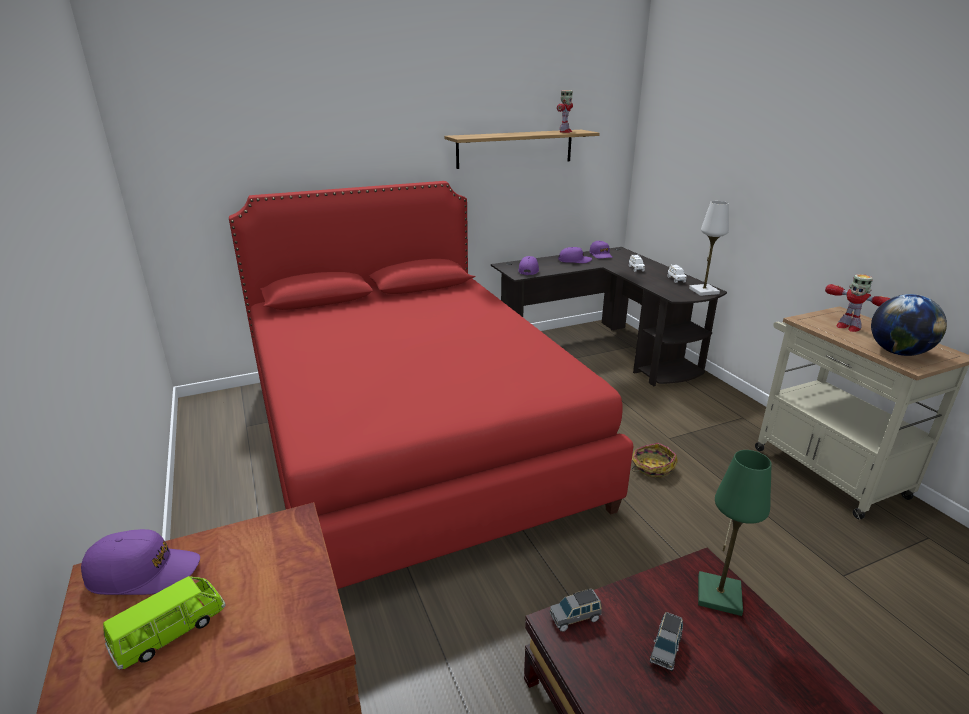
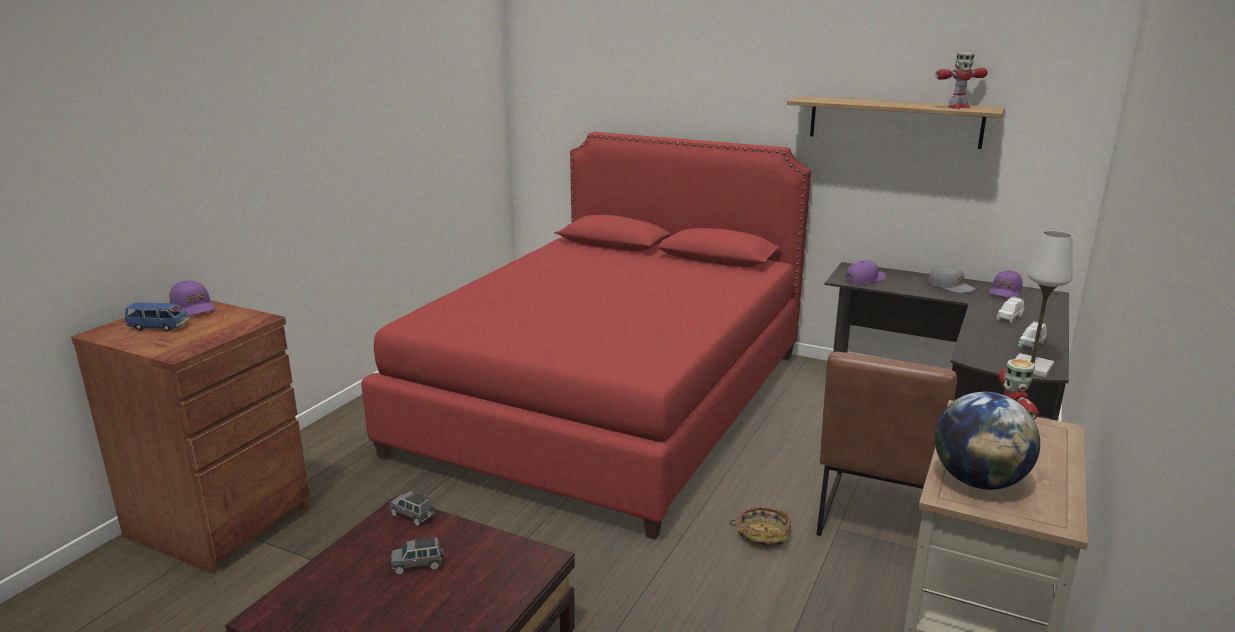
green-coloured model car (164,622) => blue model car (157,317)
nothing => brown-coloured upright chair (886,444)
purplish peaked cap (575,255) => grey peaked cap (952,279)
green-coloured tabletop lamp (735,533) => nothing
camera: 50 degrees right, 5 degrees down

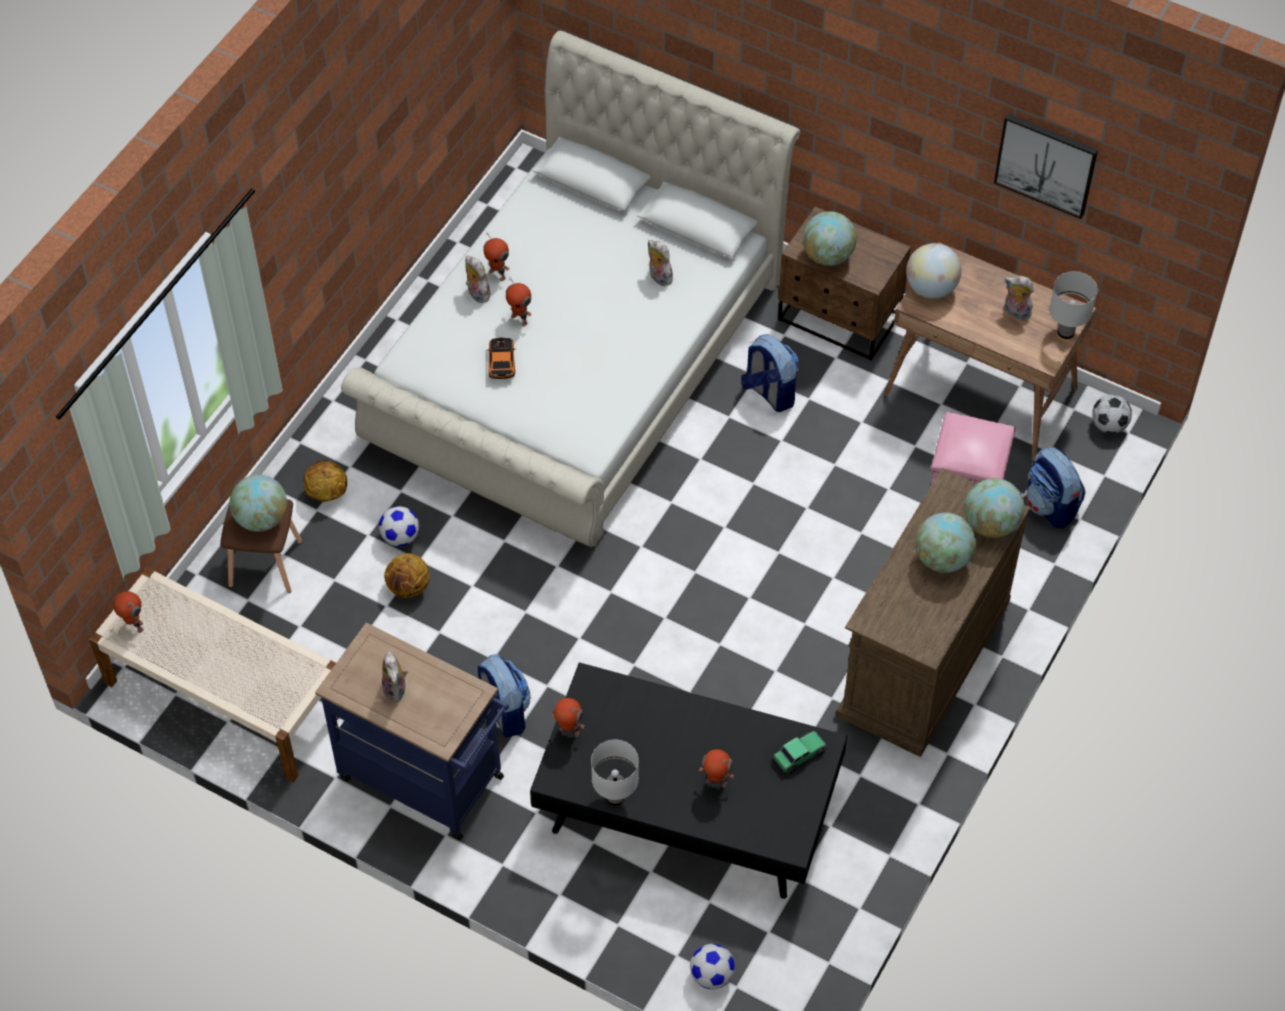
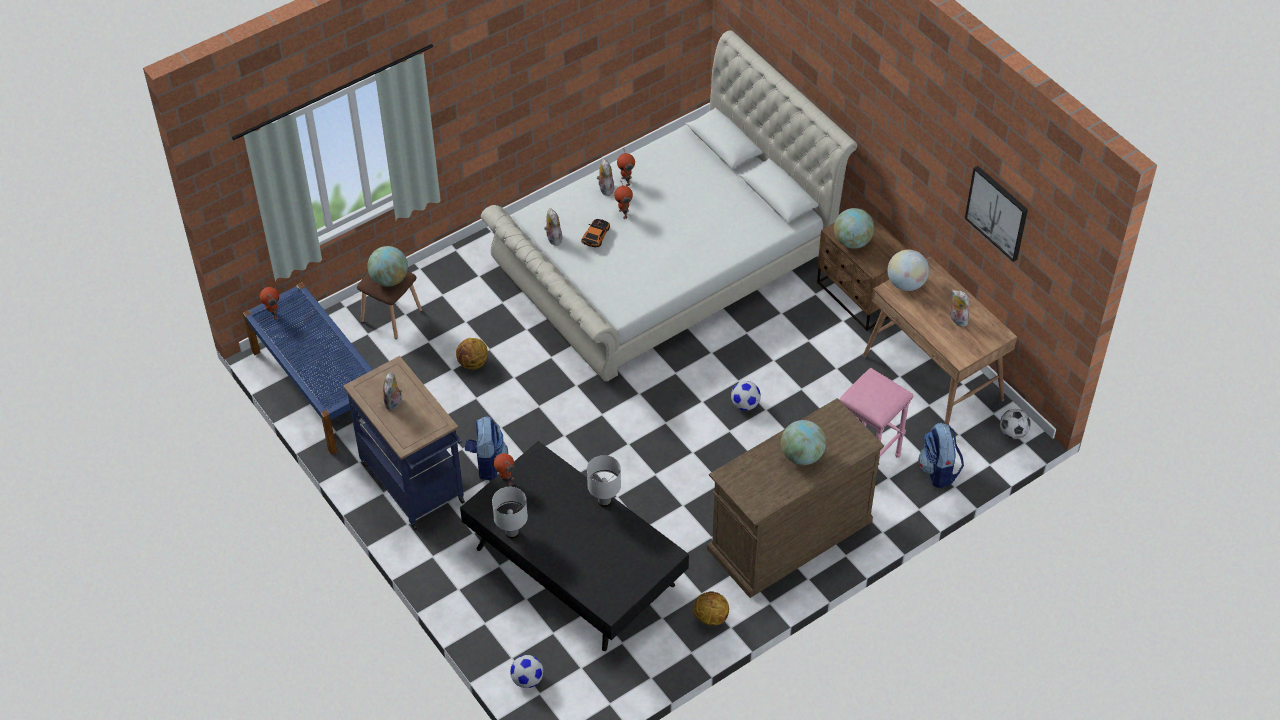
beige-coloured indoor bench (212,675) => blue indoor bench (308,369)
cuddly toy (660,263) => cuddly toy (553,227), move
white tabletop lamp (1074,305) => white tabletop lamp (604,481), move
ball for basketball (325,481) => ball for basketball (711,608), move
football (399,526) => football (746,396), move
toy robot (716,768) => nothing
rucksack (770,373) => nothing
model car (799,752) => nothing
world globe (995,508) => nothing
camera: 25 degrees right, 5 degrees down

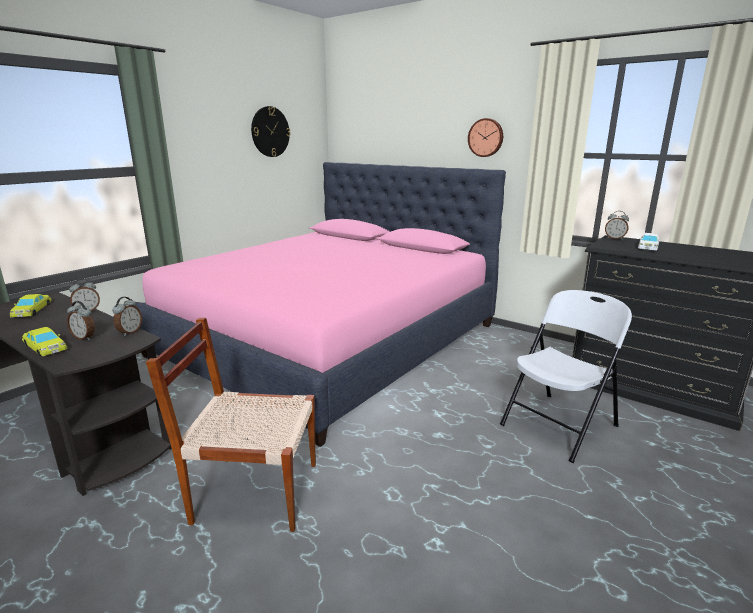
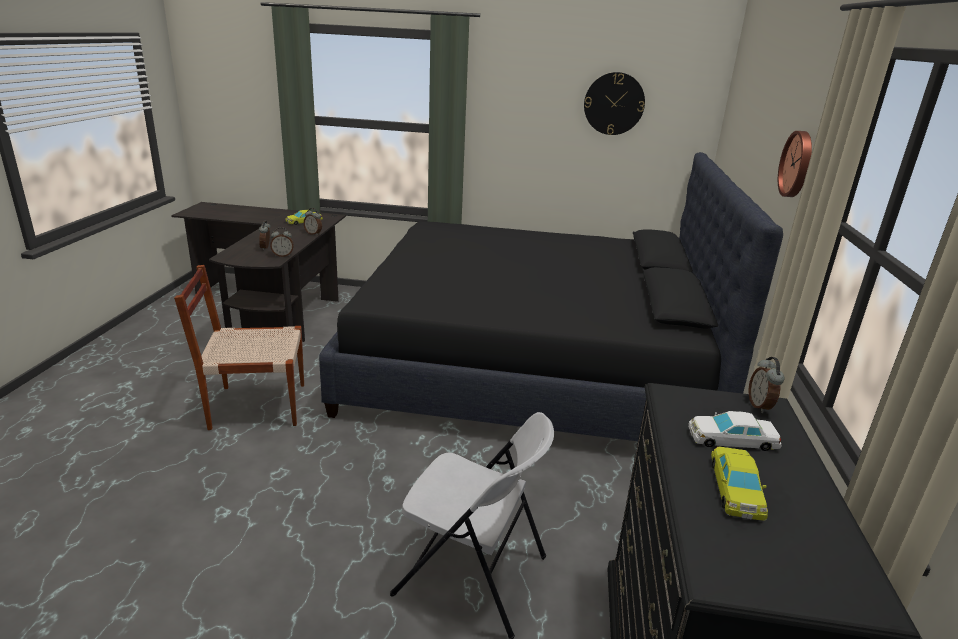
upright chair (231,424) => upright chair (239,347), 75 degrees counterclockwise
pink bedroom bed (321,304) => blackish bedroom bed (551,296)
yellow-coloured model car (44,341) => yellow-coloured model car (739,483), move
camera: 60 degrees right, 5 degrees up

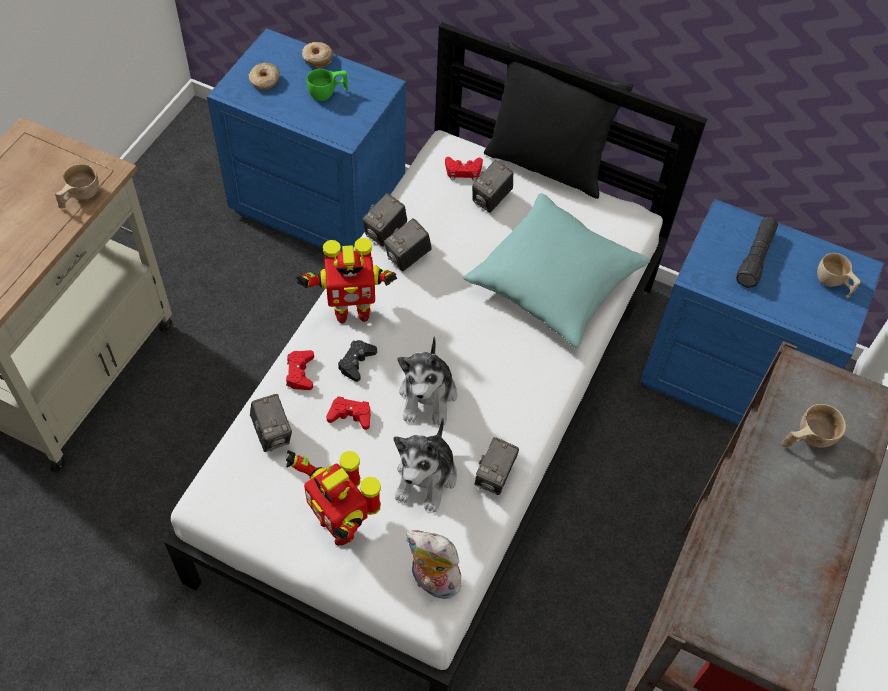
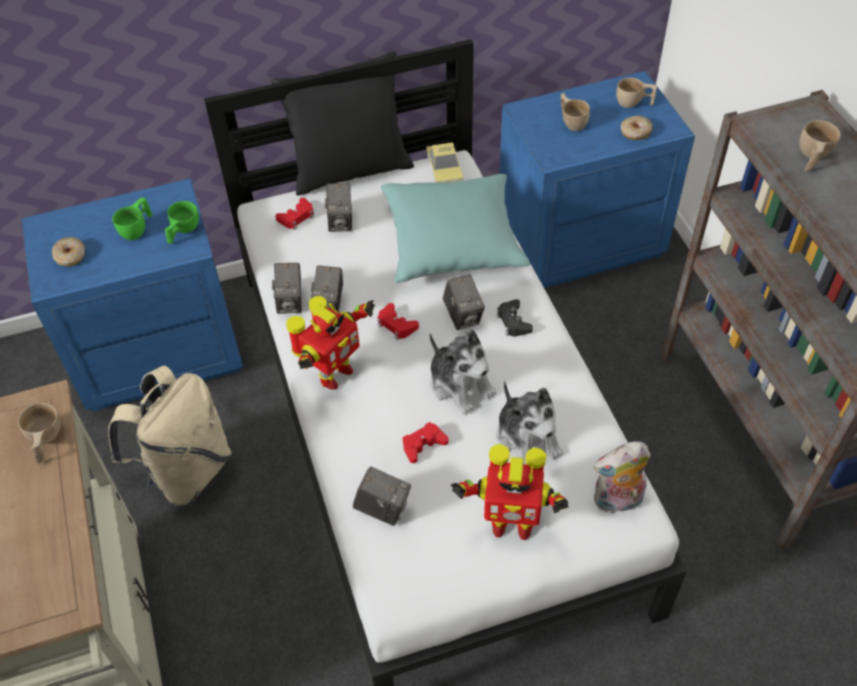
nothing => beige-coloured rucksack (169,436)
nothing => green-coloured cup (182,222)
red joypad (300,370) => red joypad (398,321), move
nothing => model car (445,162)
photo camera (497,466) => photo camera (464,302), move
blackish joypad (357,361) => blackish joypad (514,317), move
blackish hand torch (757,252) => beige-coloured cup (575,112)
doughnut (317,55) => doughnut (637,127), move
camera: 40 degrees left, 5 degrees down

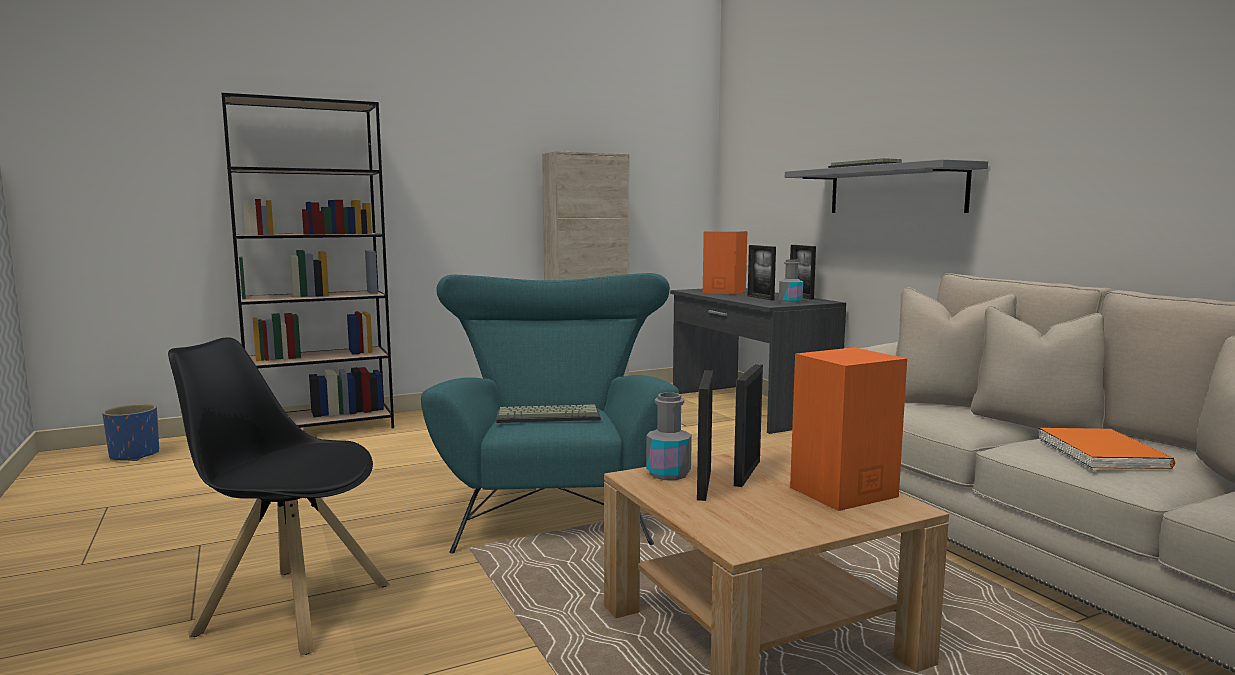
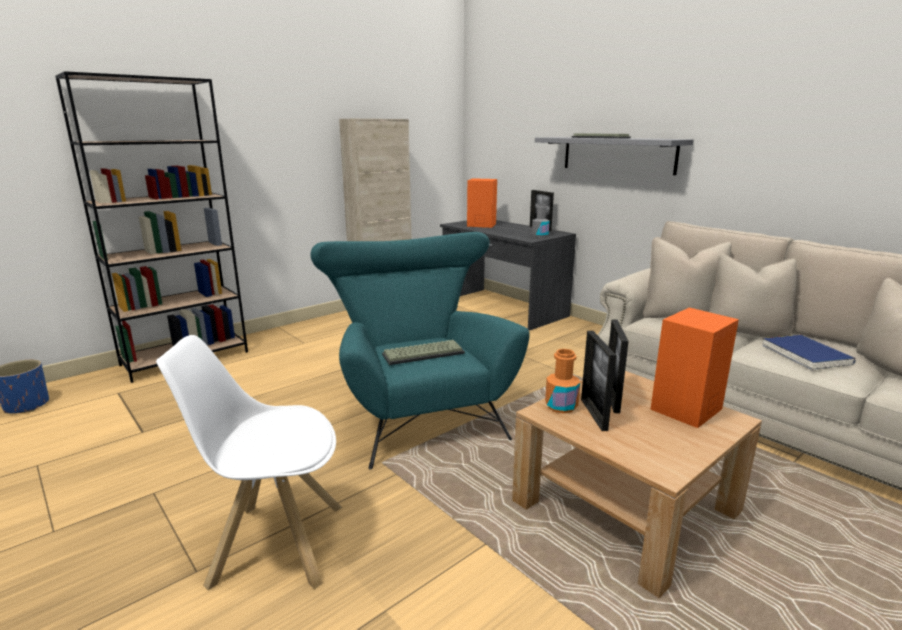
blackish upright chair (279,496) => white upright chair (249,462)
grey beverage bottle (669,436) => orangey beverage bottle (562,381)
orangey book (1107,449) => blue book (809,353)
standing frame (762,272) => nothing
camera: 15 degrees left, 10 degrees up

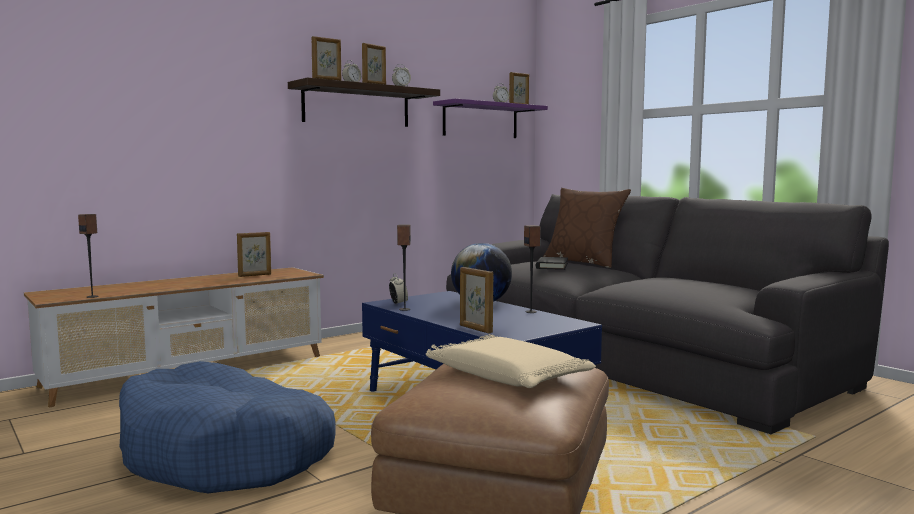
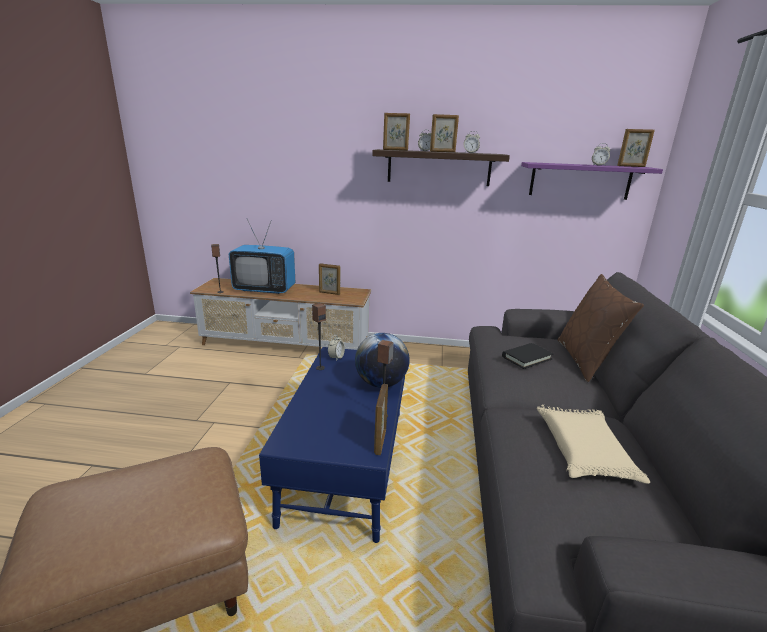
nothing => TV set (262,256)
standing frame (476,300) => standing frame (381,419), move
beige-coloured pillow (511,361) => beige-coloured pillow (593,444), move
blue dog bed (227,427) => nothing
camera: 45 degrees right, 15 degrees up

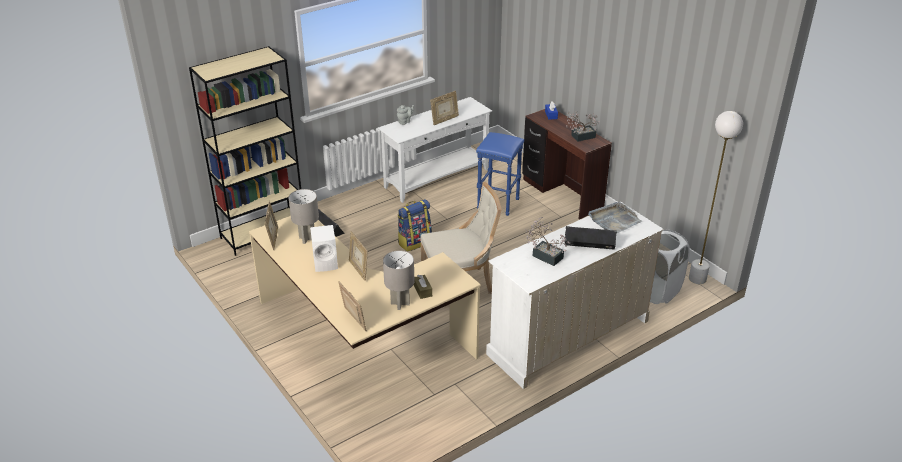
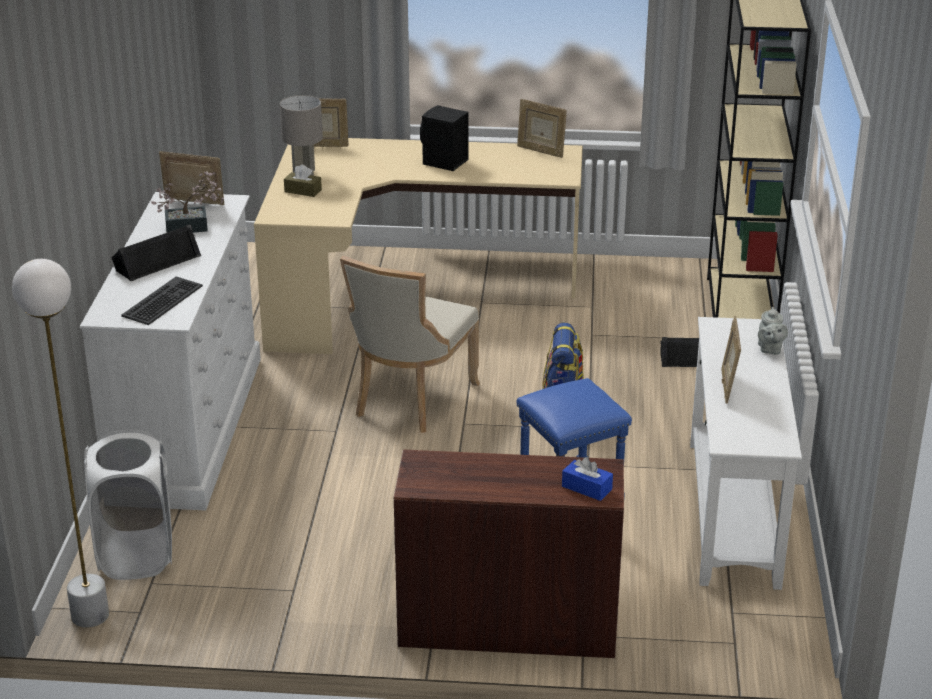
grey serving tray (615,217) => computer keyboard (162,301)
standing frame (358,256) => standing frame (191,178), move
white audio speaker (324,248) => blackish audio speaker (444,138)
grey tabletop lamp (304,216) => nothing
plant in a pot (583,126) => nothing
camera: 130 degrees right, 5 degrees down

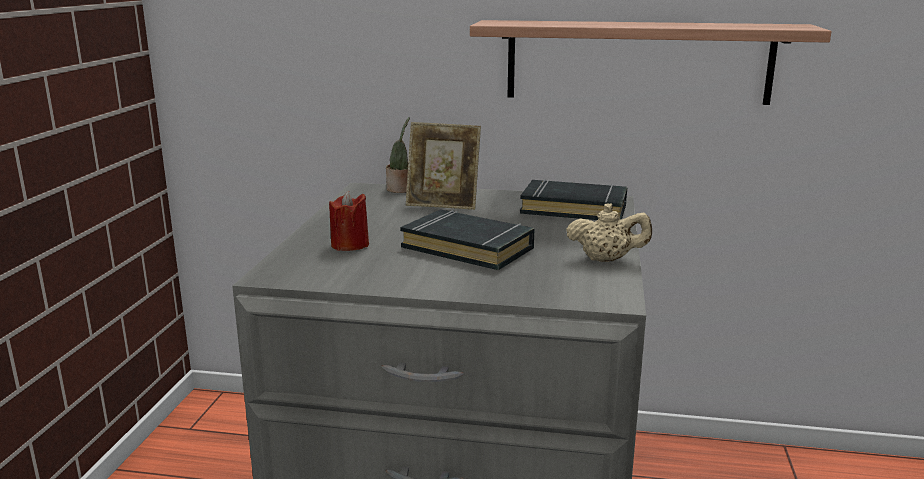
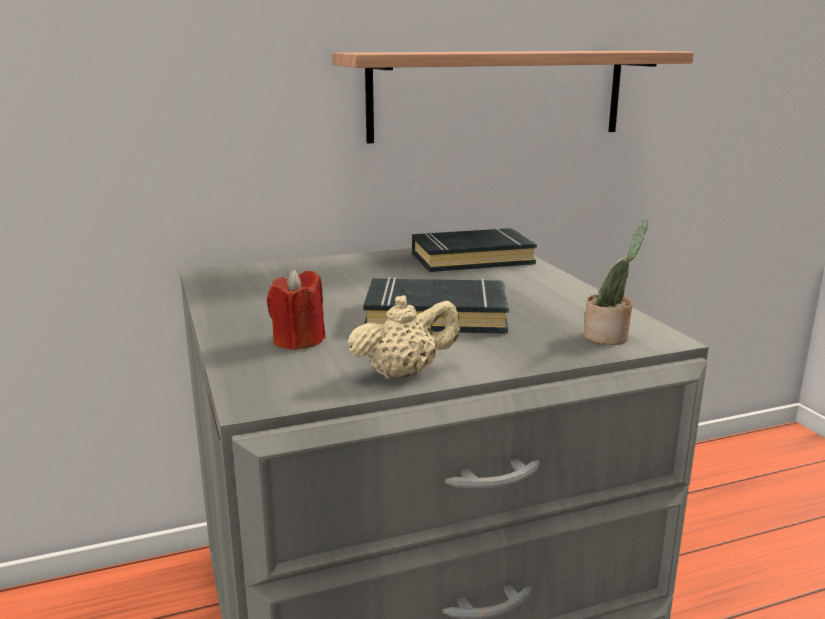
beige-coloured tea pot (609,232) => beige-coloured tea pot (403,337), move
plant in a pot (398,155) => plant in a pot (616,282), move
standing frame (443,166) => nothing
camera: 30 degrees left, 0 degrees up

